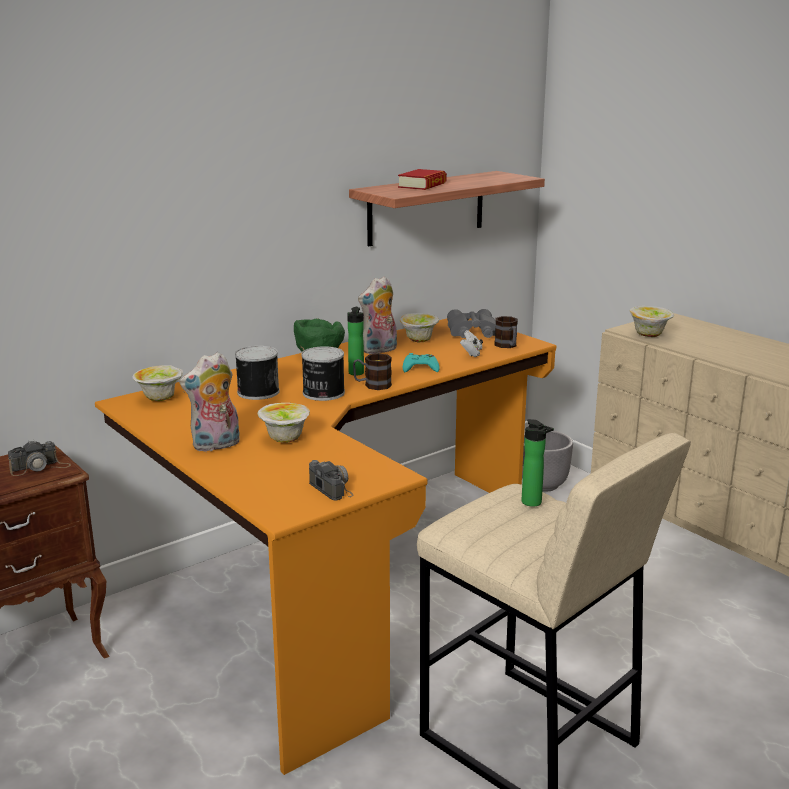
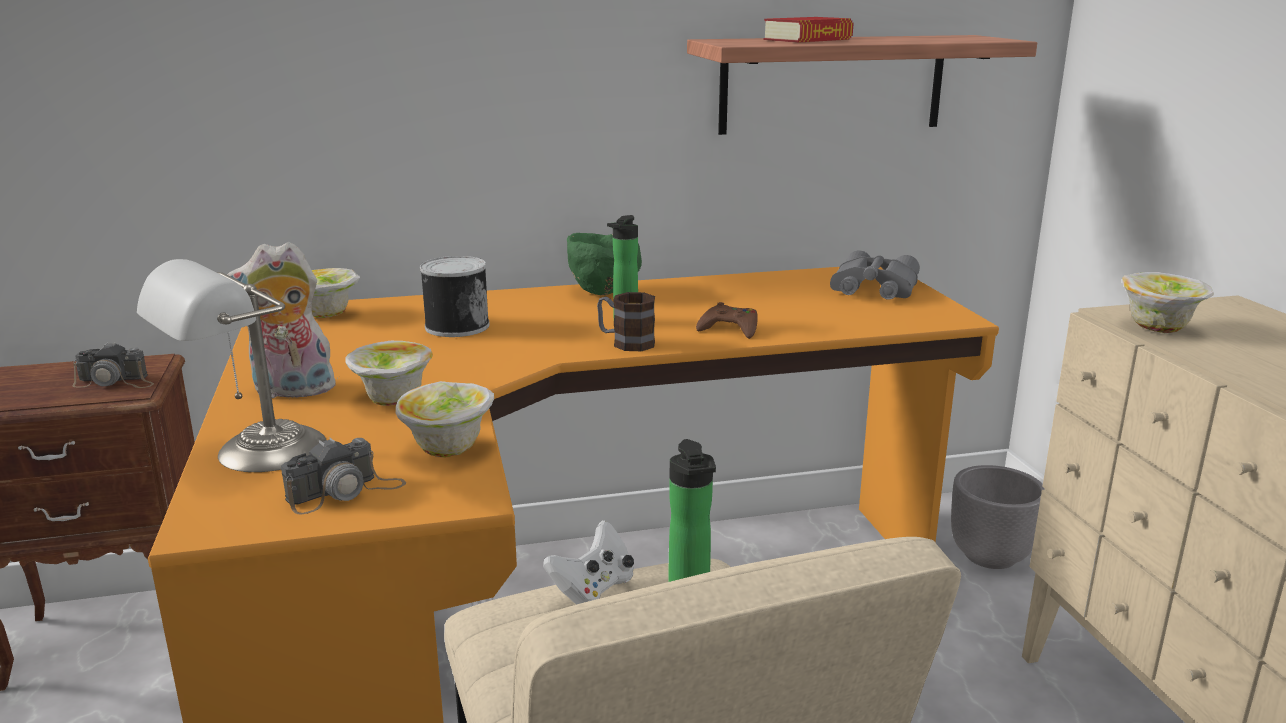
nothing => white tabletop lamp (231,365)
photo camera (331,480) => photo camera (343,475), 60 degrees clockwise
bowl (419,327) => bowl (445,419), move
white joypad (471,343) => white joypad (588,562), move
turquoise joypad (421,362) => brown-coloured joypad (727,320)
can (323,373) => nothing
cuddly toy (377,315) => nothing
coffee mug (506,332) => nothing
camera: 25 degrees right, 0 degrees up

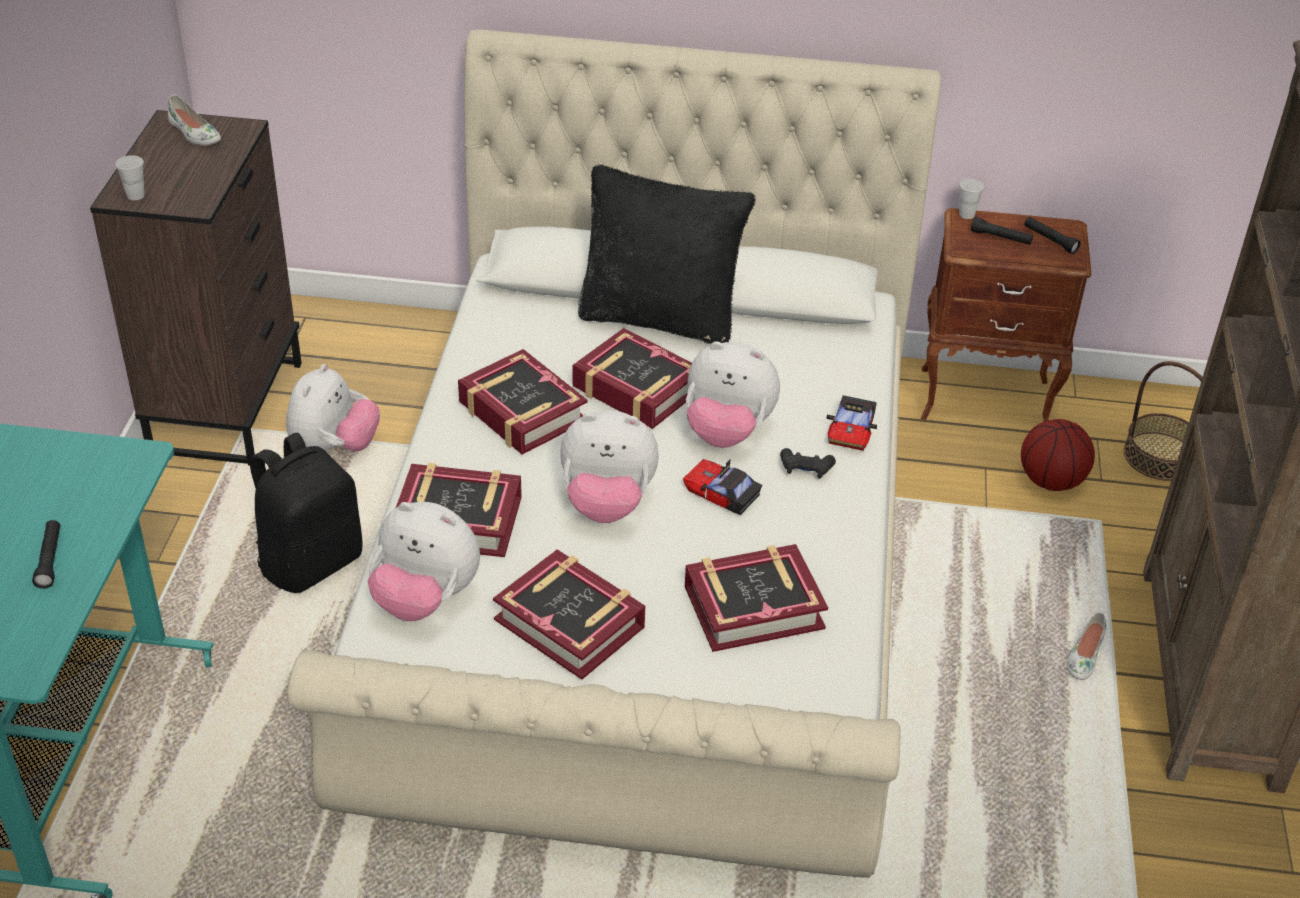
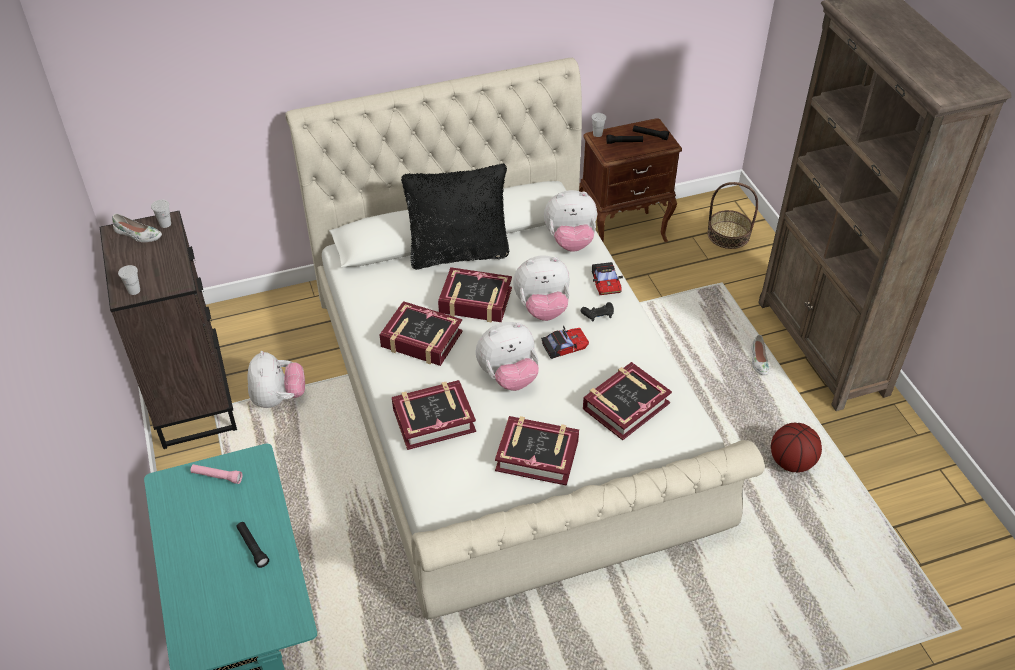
nothing => white cup (161,214)
nothing => pink hand torch (216,474)
model car (722,487) => model car (565,342), 150 degrees clockwise
cuddly toy (424,561) => cuddly toy (570,221), move
ball for basketball (1058,455) => ball for basketball (796,448), move
blackish rucksack (306,512) => nothing
camera: 25 degrees left, 5 degrees up

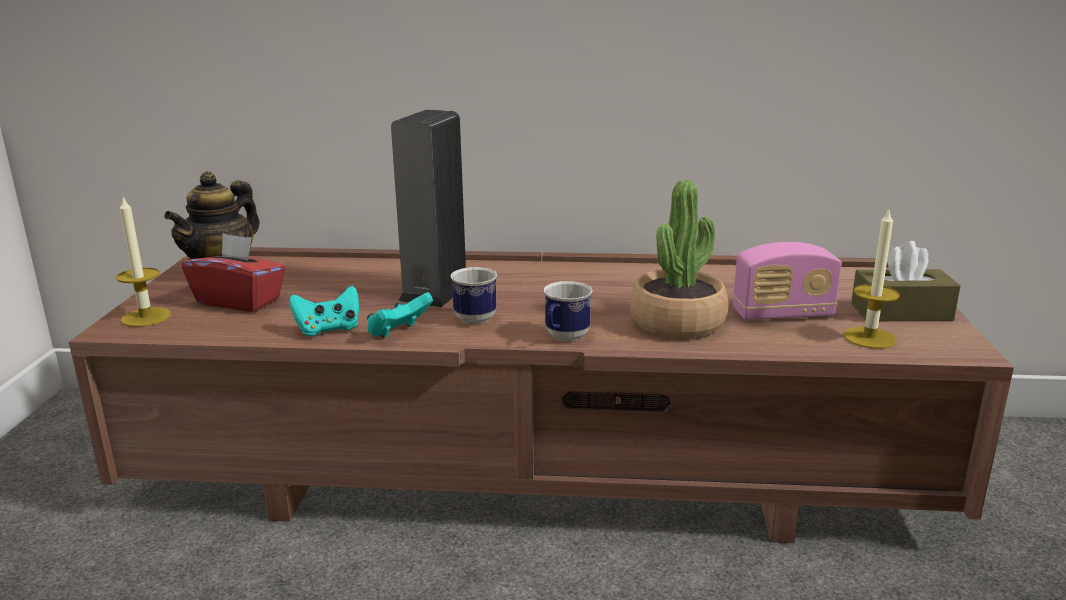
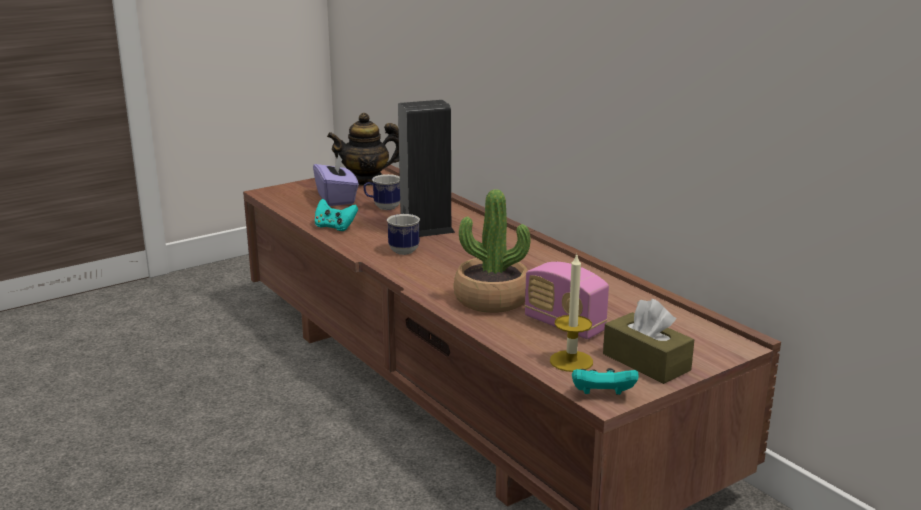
red tissue box (234,272) => purplish tissue box (336,180)
coffee mug (568,311) => coffee mug (381,192), move
turquoise joypad (400,315) => turquoise joypad (605,381), move
wax light (143,262) => nothing
camera: 50 degrees right, 0 degrees up

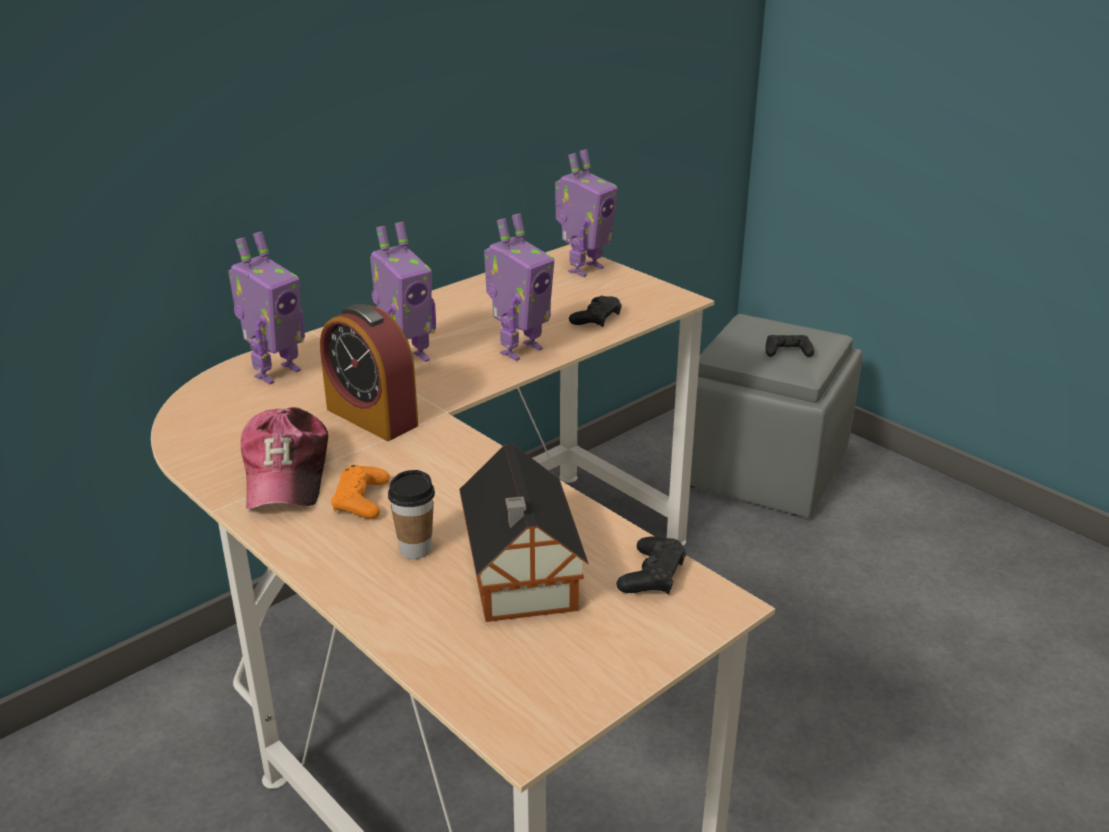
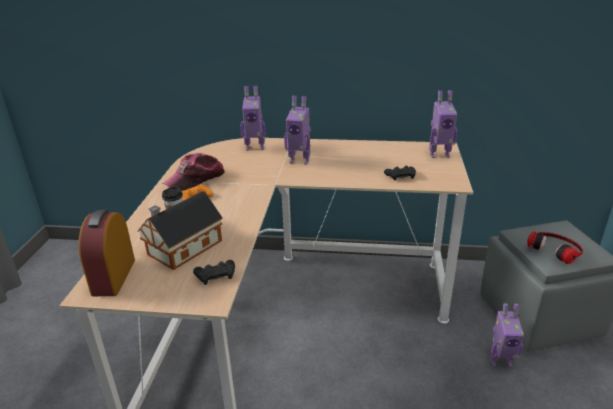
bedside clock (369,372) => bedside clock (107,253), move
toy robot (519,287) => toy robot (507,335), move
blackish joypad (789,346) => pair of headphones (555,247)
camera: 50 degrees right, 0 degrees up

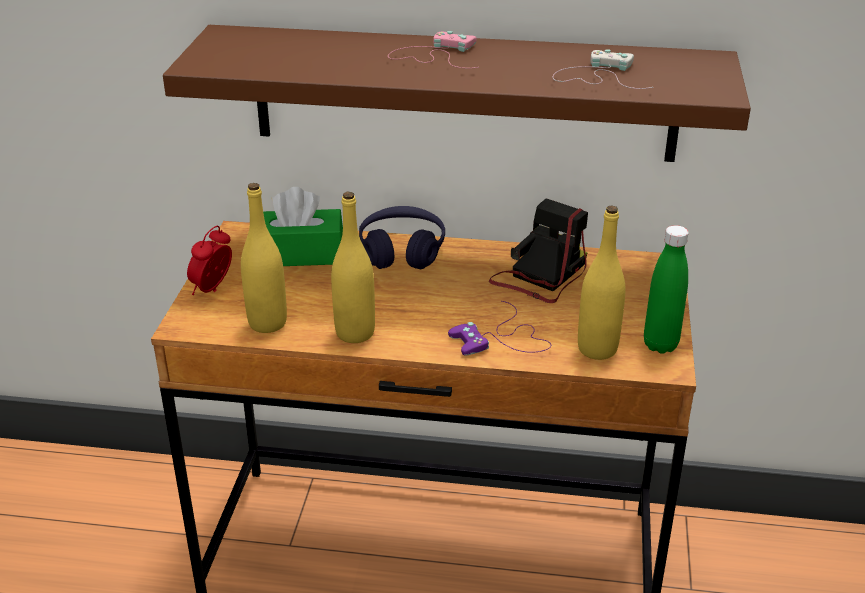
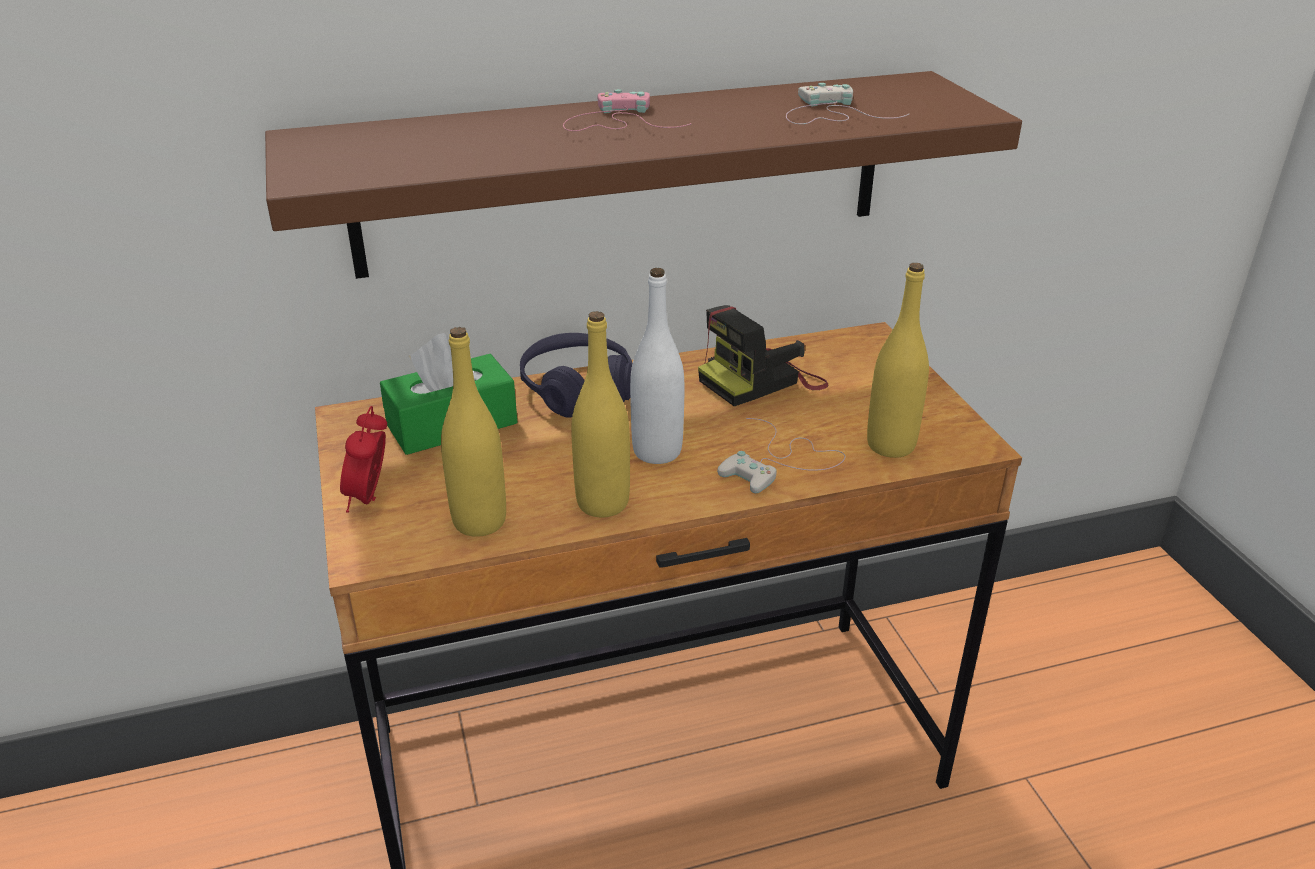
nothing => white beverage bottle (657,366)
photo camera (538,250) => photo camera (763,355), 135 degrees counterclockwise
purplish joypad (499,328) => white joypad (781,455)
green-coloured beverage bottle (666,289) => nothing
camera: 25 degrees left, 0 degrees up

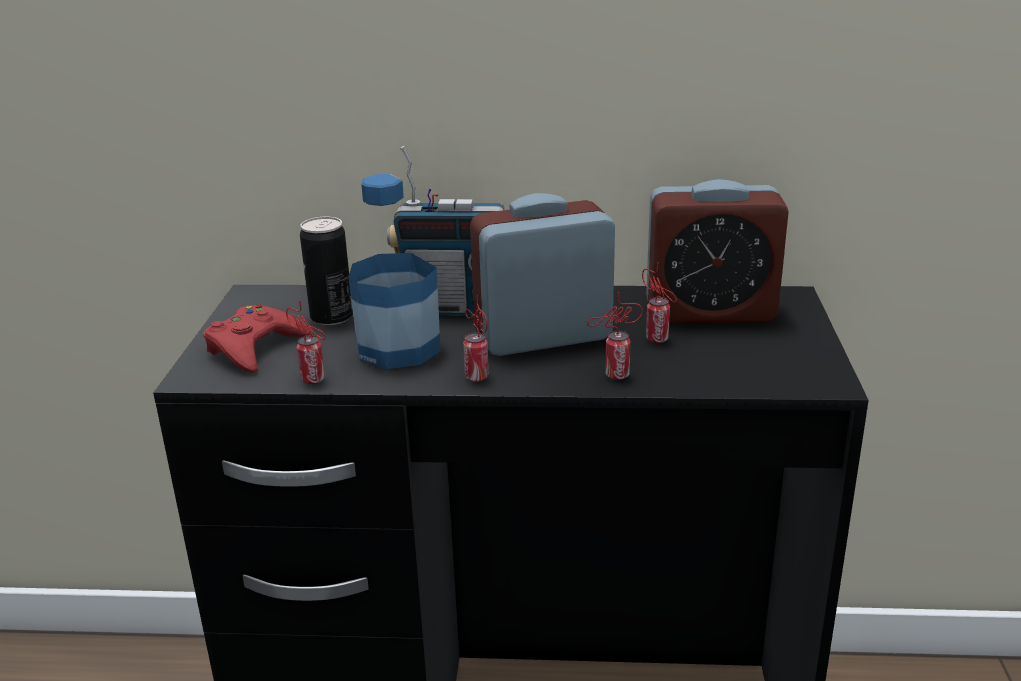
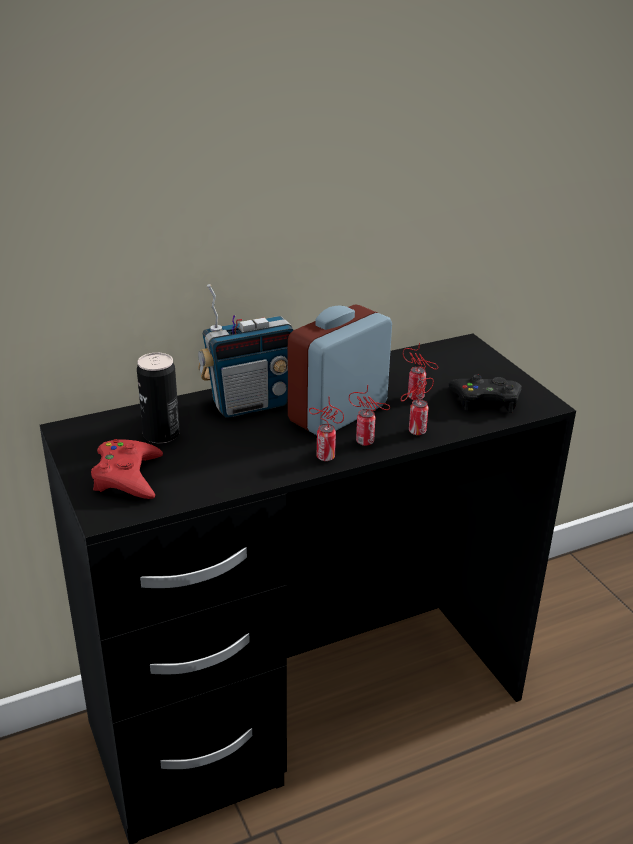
can (306,342) => can (369,415), move
nothing => blackish joypad (485,393)
beverage bottle (394,271) => nothing
bedside clock (717,251) => nothing
camera: 30 degrees left, 5 degrees up

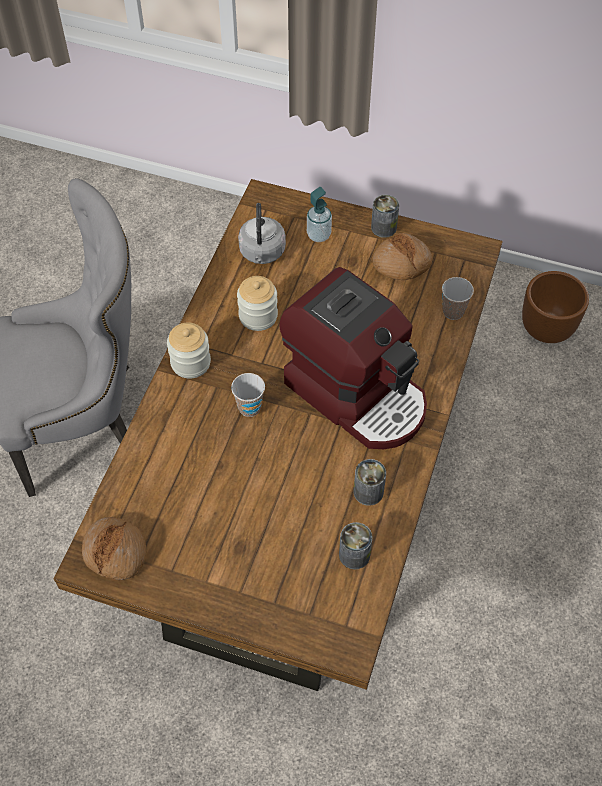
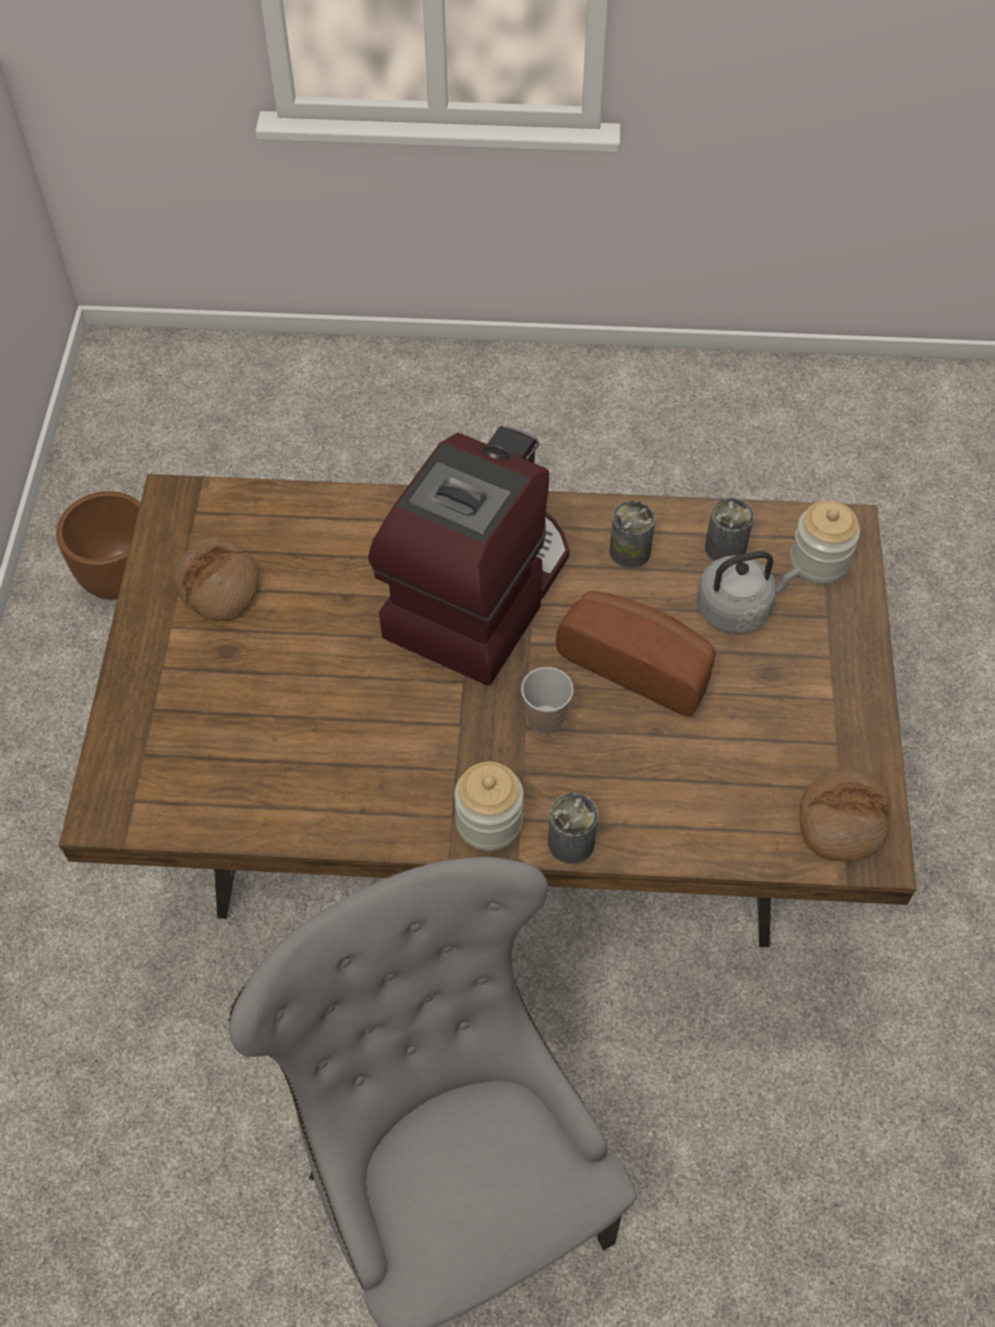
can (385,216) => can (573,828), move
nothing => bakery bread (636,653)
grey tea kettle (262,233) => grey tea kettle (748,592), move
storage jar (257,303) => storage jar (825,542), move
liquid soap bottle (319,214) => nothing
cup (458,298) => nothing
camera: 105 degrees left, 0 degrees up

